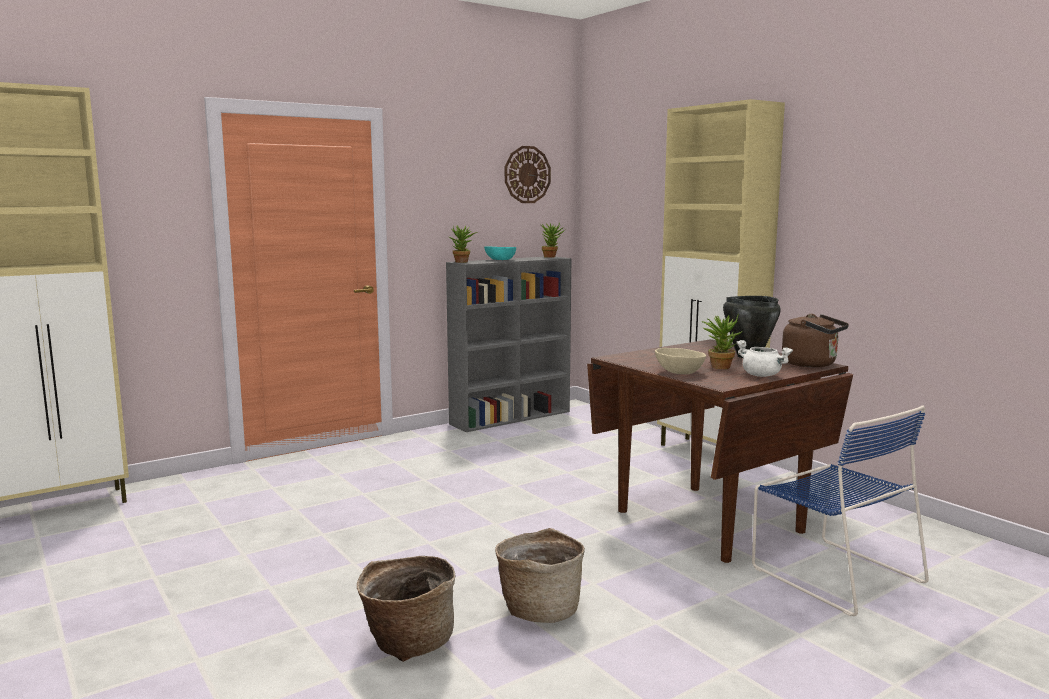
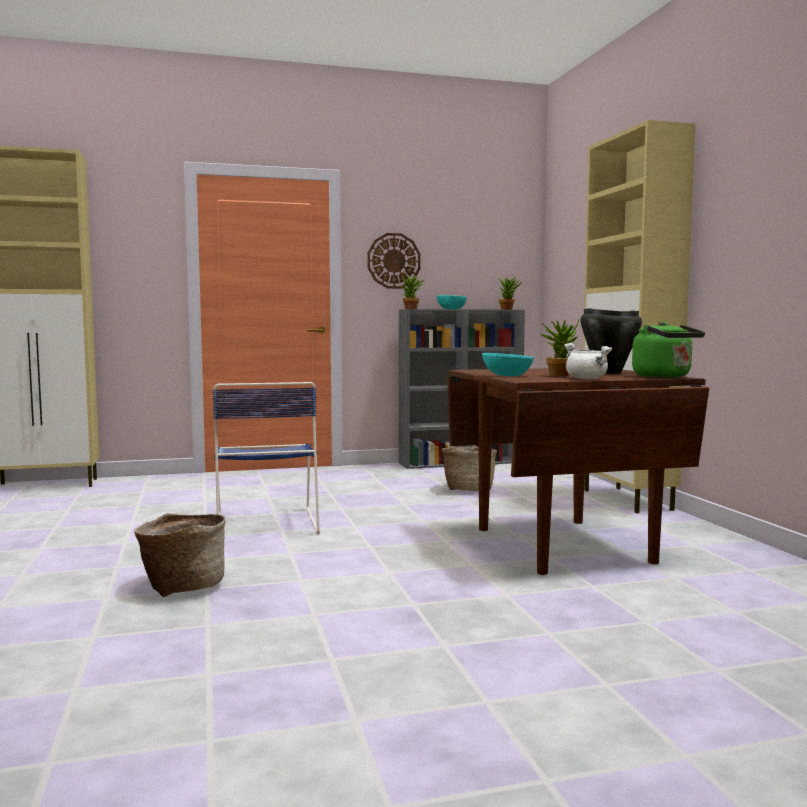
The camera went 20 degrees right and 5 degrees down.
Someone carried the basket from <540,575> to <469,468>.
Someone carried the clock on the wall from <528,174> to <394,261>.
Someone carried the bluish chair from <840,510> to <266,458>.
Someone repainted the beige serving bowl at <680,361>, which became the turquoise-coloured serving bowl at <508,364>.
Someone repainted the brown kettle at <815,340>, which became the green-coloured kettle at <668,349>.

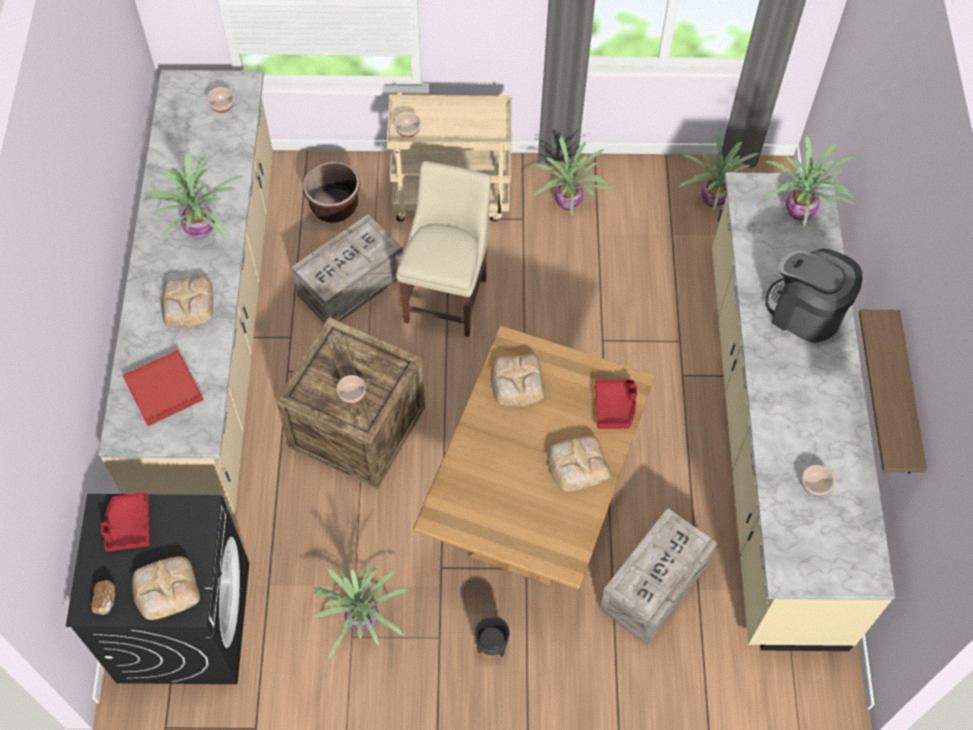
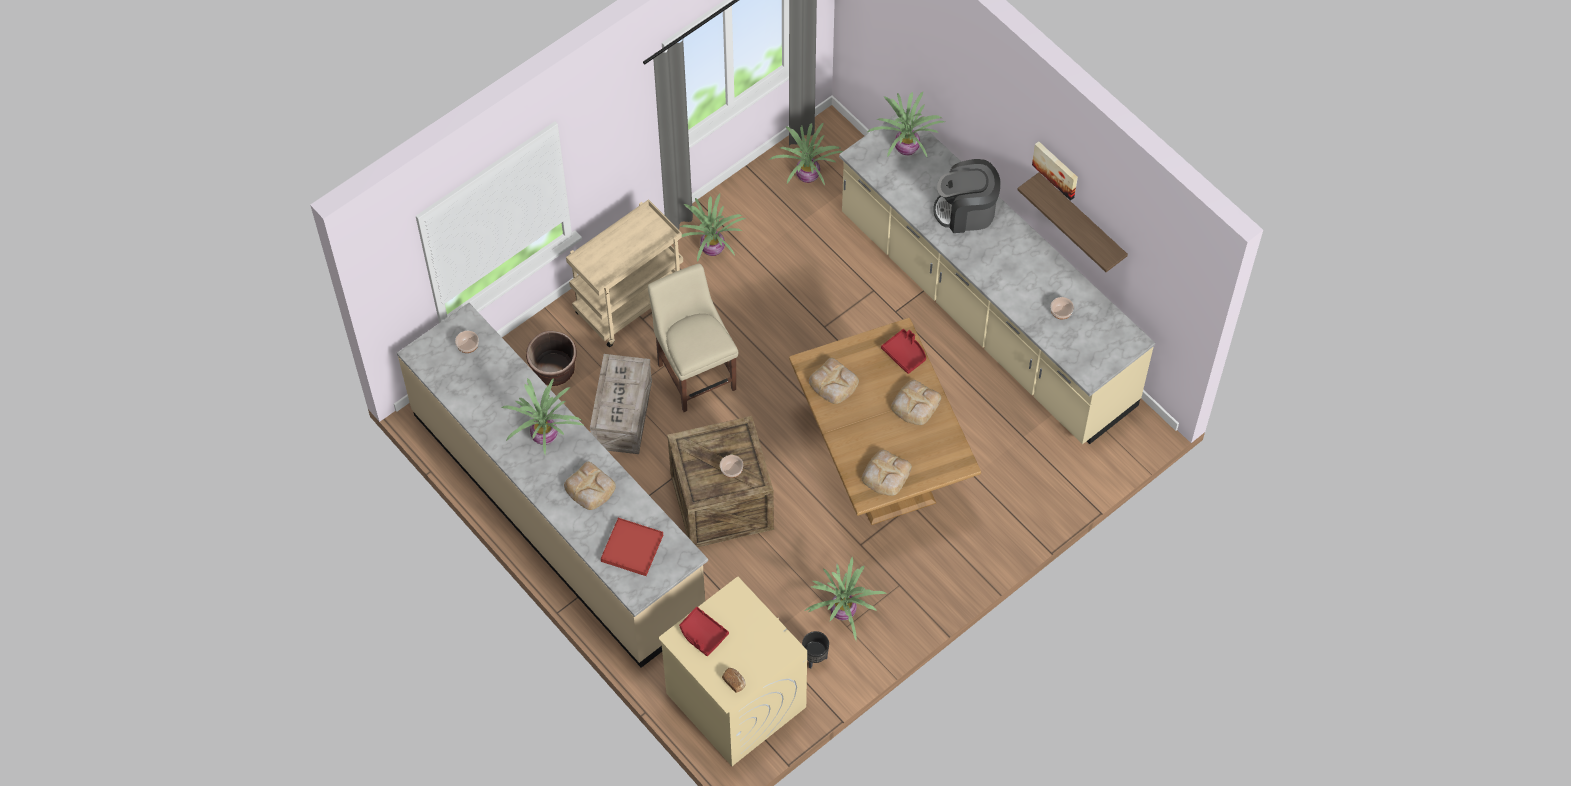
The camera went 40 degrees left and 0 degrees up.
Someone took away the serving bowl at <407,125>.
Someone took away the packing crate at <658,576>.
Someone put up the picture at <1055,171>.
Someone carried the baked bread from <166,588> to <887,473>.
Someone carried the black plant pot from <492,636> to <815,649>.
Someone repainted the black laundry machine at <157,589>, which became the beige laundry machine at <732,671>.

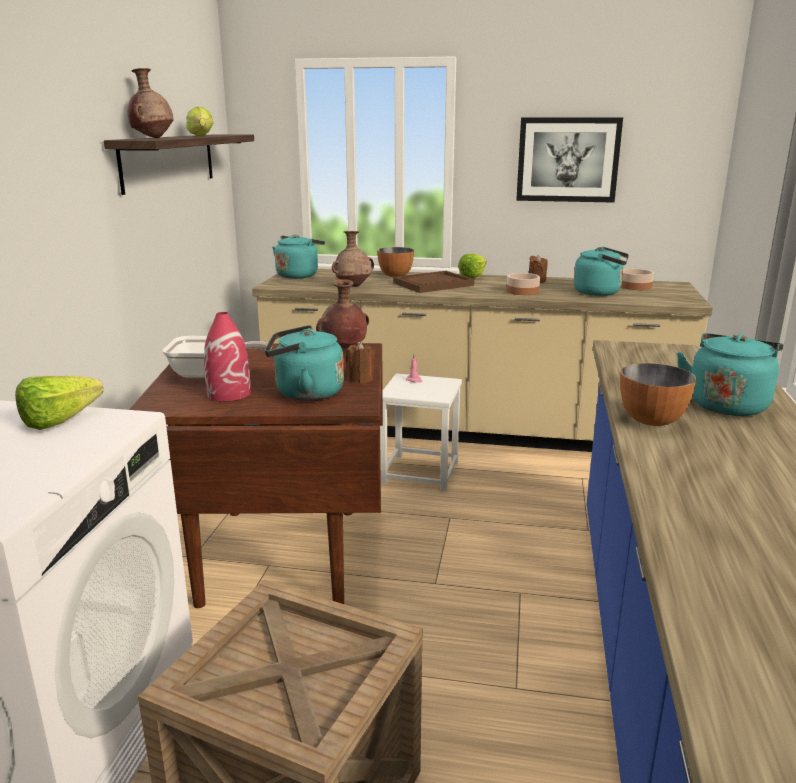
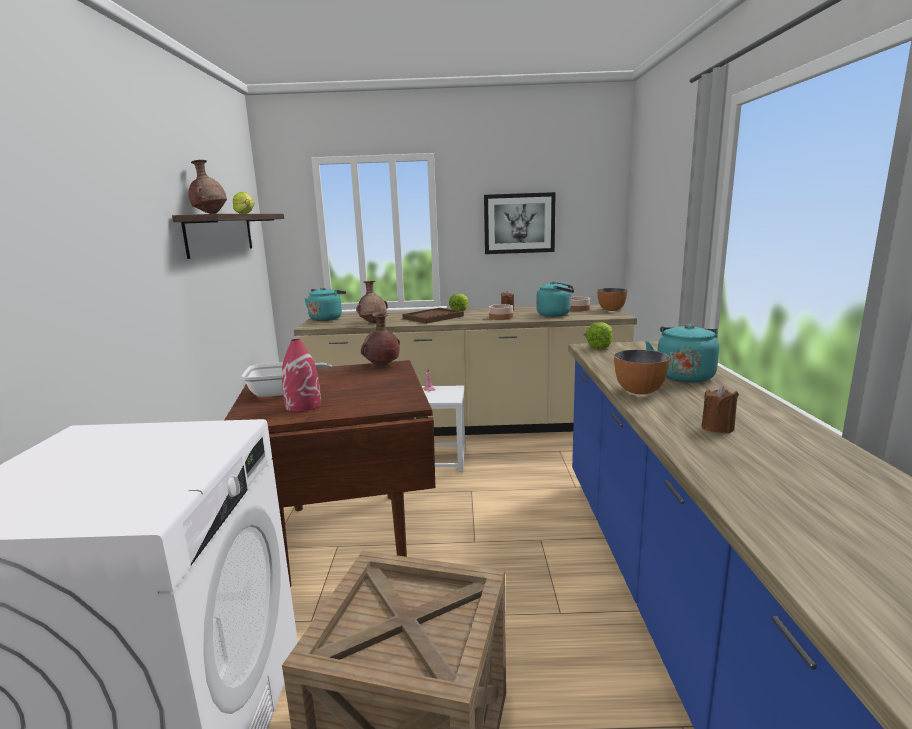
The camera went 10 degrees left and 5 degrees down.
Someone took away the turquoise-coloured kettle at <304,363>.
Someone carried the head of lettuce from <59,403> to <599,335>.
Someone carried the brown wax light from <360,363> to <720,409>.
Someone carried the serving bowl from <395,262> to <612,299>.

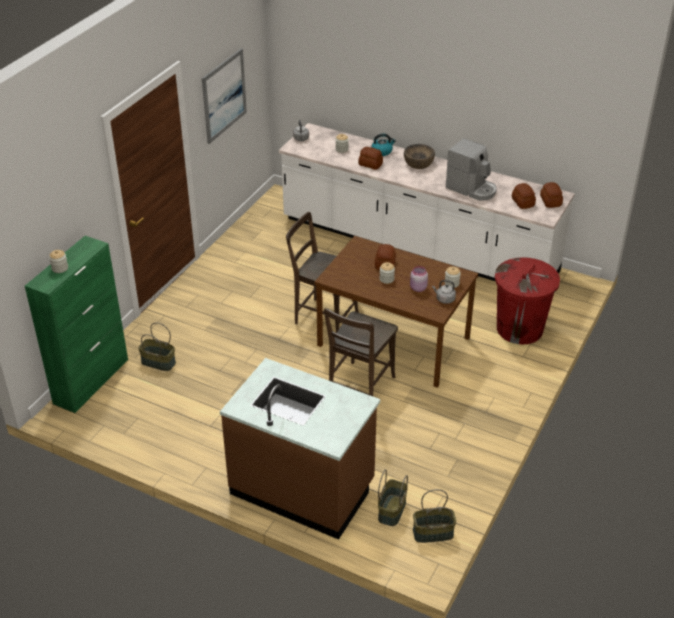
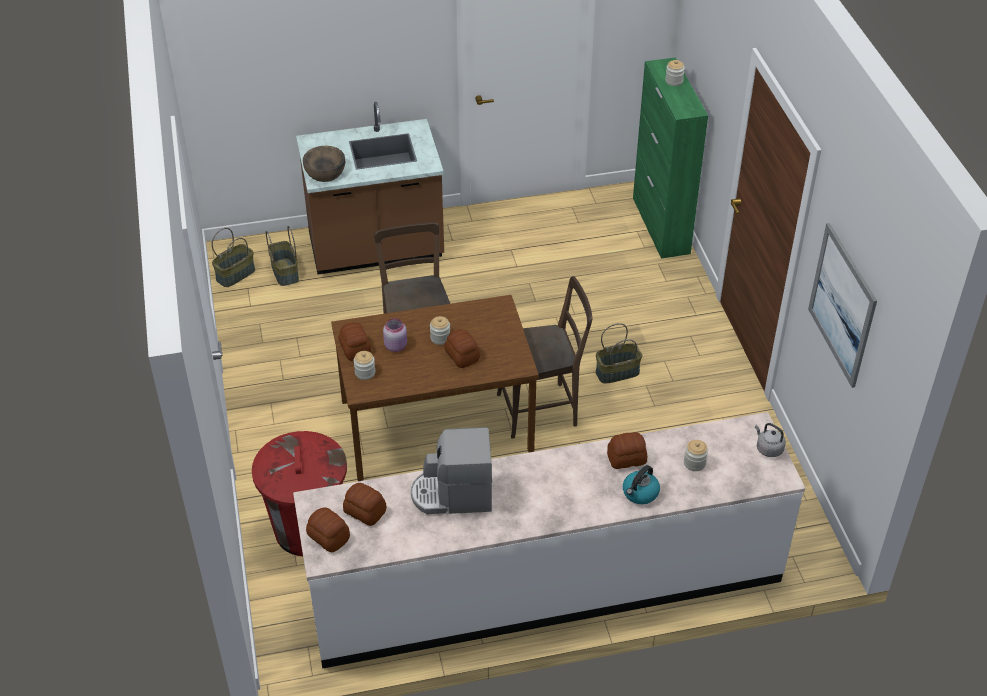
The camera went 140 degrees right and 5 degrees up.
Someone carried the basket from <157,346> to <619,353>.
Someone carried the brown serving bowl from <419,156> to <324,164>.
Someone swapped the grey kettle at <444,292> for the baked bread at <354,341>.

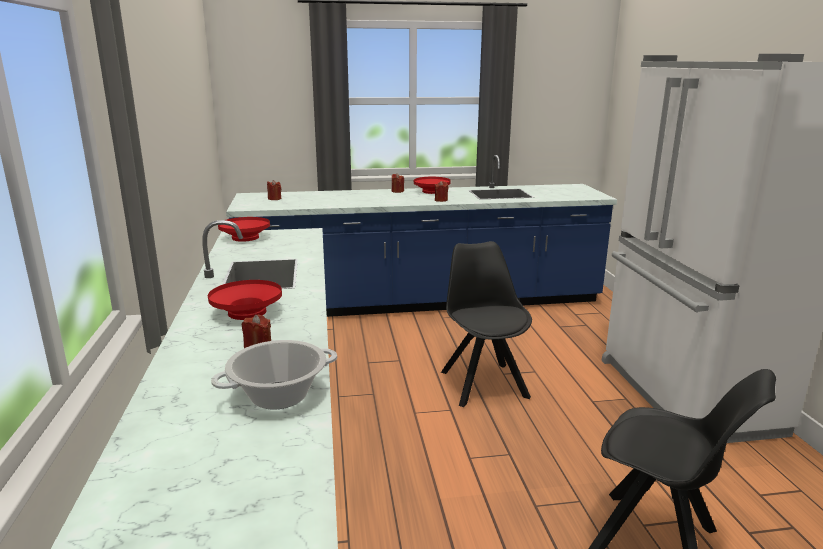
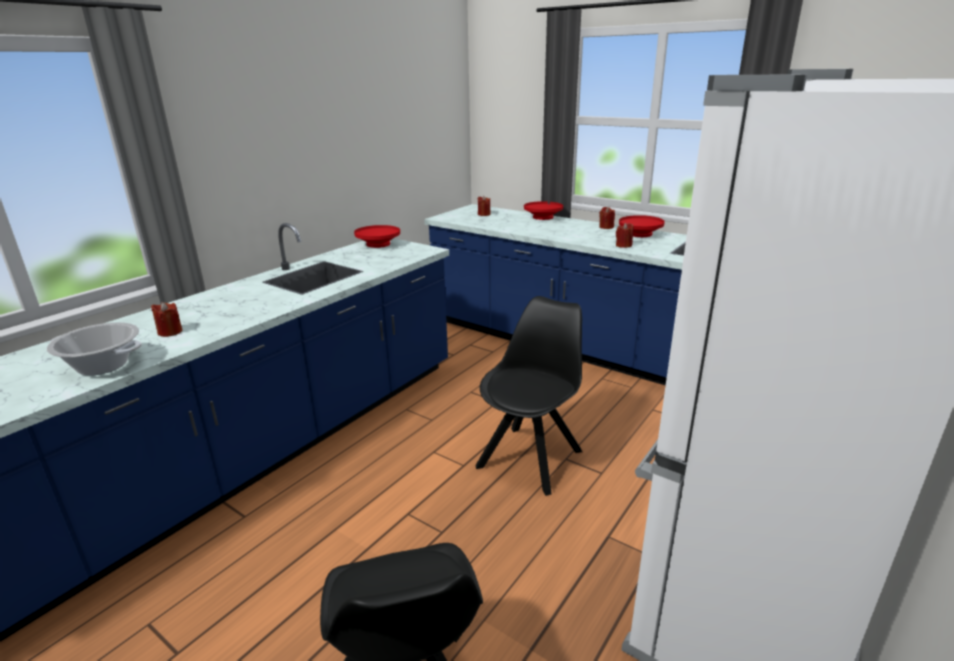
The camera went 45 degrees right and 5 degrees up.
Someone carried the reddish serving bowl from <245,300> to <543,210>.

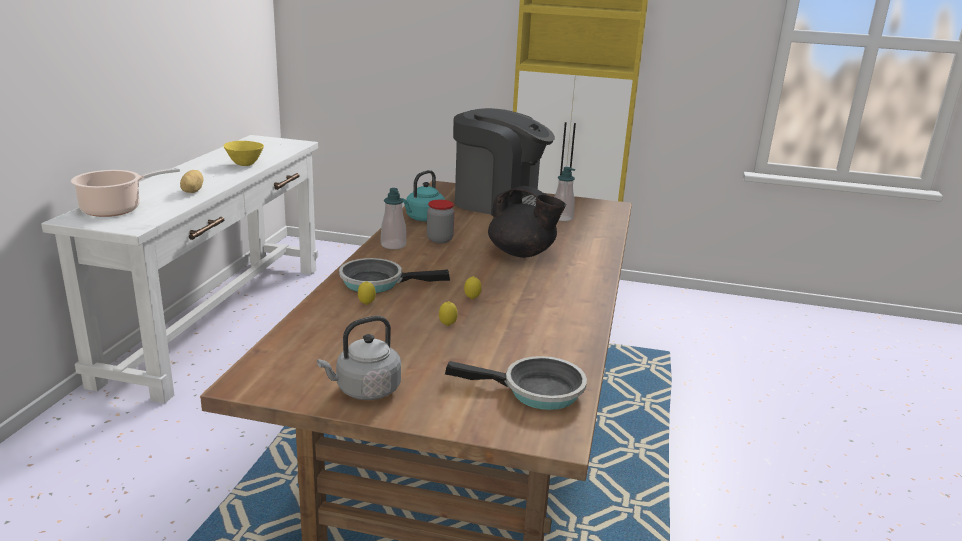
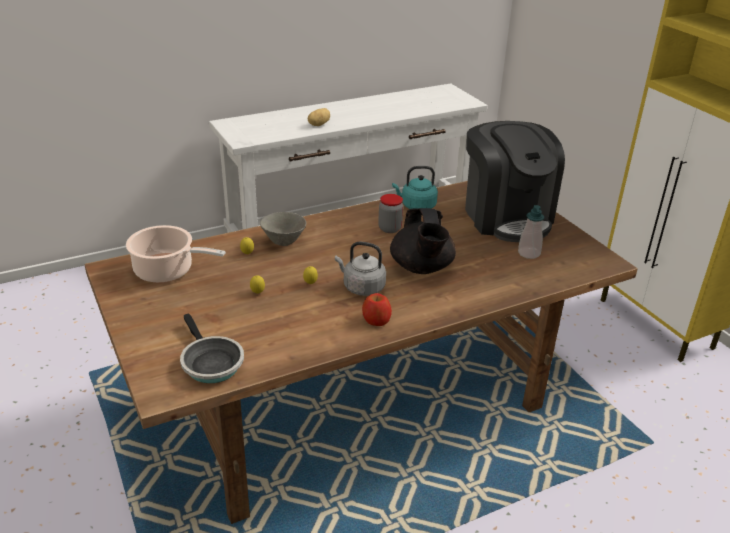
The camera went 50 degrees right and 10 degrees up.
Someone took away the yellow serving bowl at <243,153>.
Someone took away the soap bottle at <393,218>.
Someone put down the apple fruit at <377,309>.
Someone carried the stockpot from <125,192> to <176,254>.
Someone carried the grey kettle from <359,358> to <360,268>.
Someone swapped the pan at <394,275> for the grey serving bowl at <283,229>.

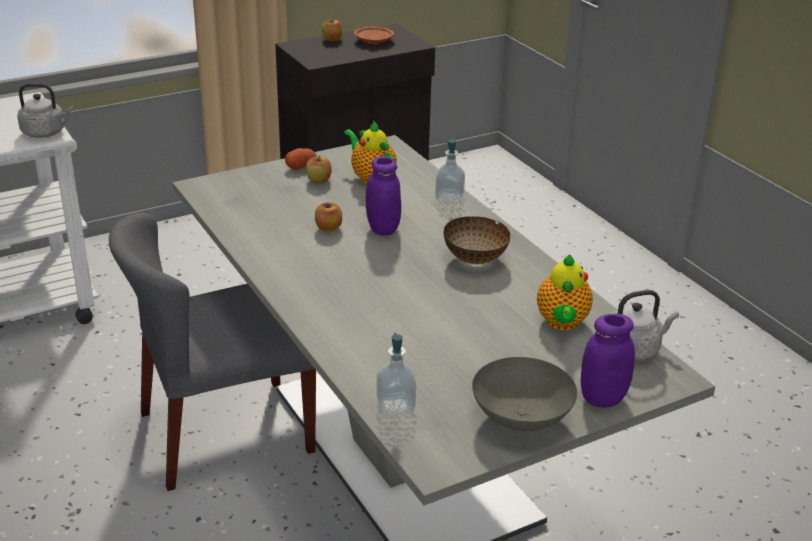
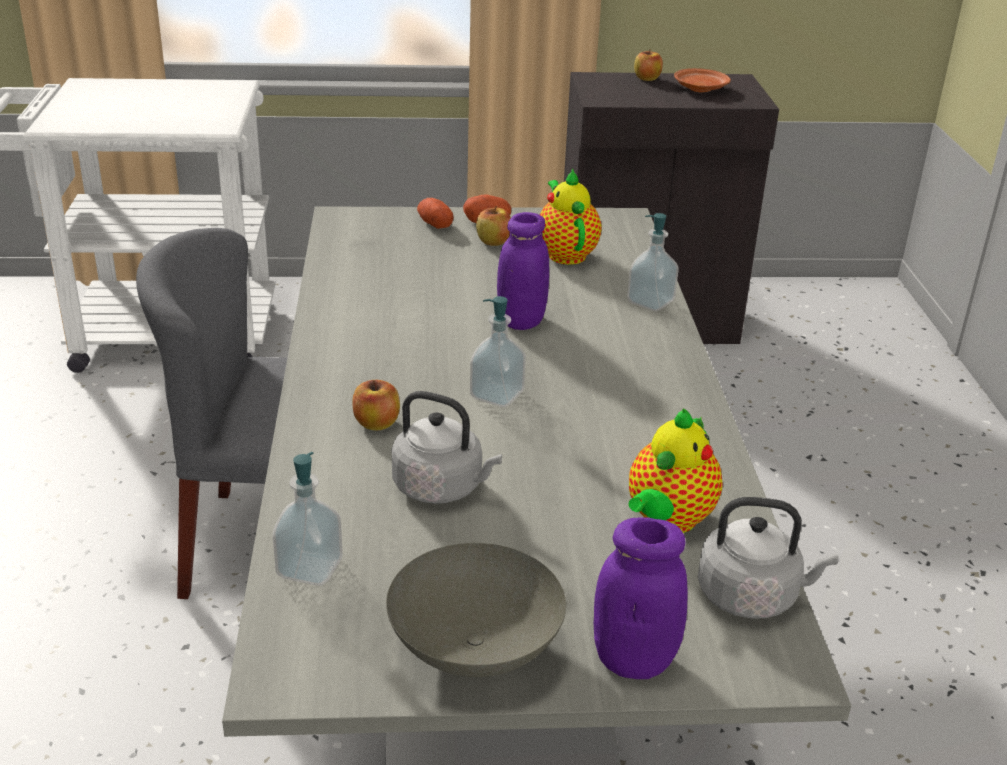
The camera went 25 degrees right and 0 degrees up.
Someone took away the serving bowl at <477,240>.
Someone put down the spud at <435,213>.
Someone put down the soap bottle at <498,351>.
Someone carried the grey kettle from <45,110> to <447,447>.
Someone carried the apple fruit from <328,217> to <376,405>.

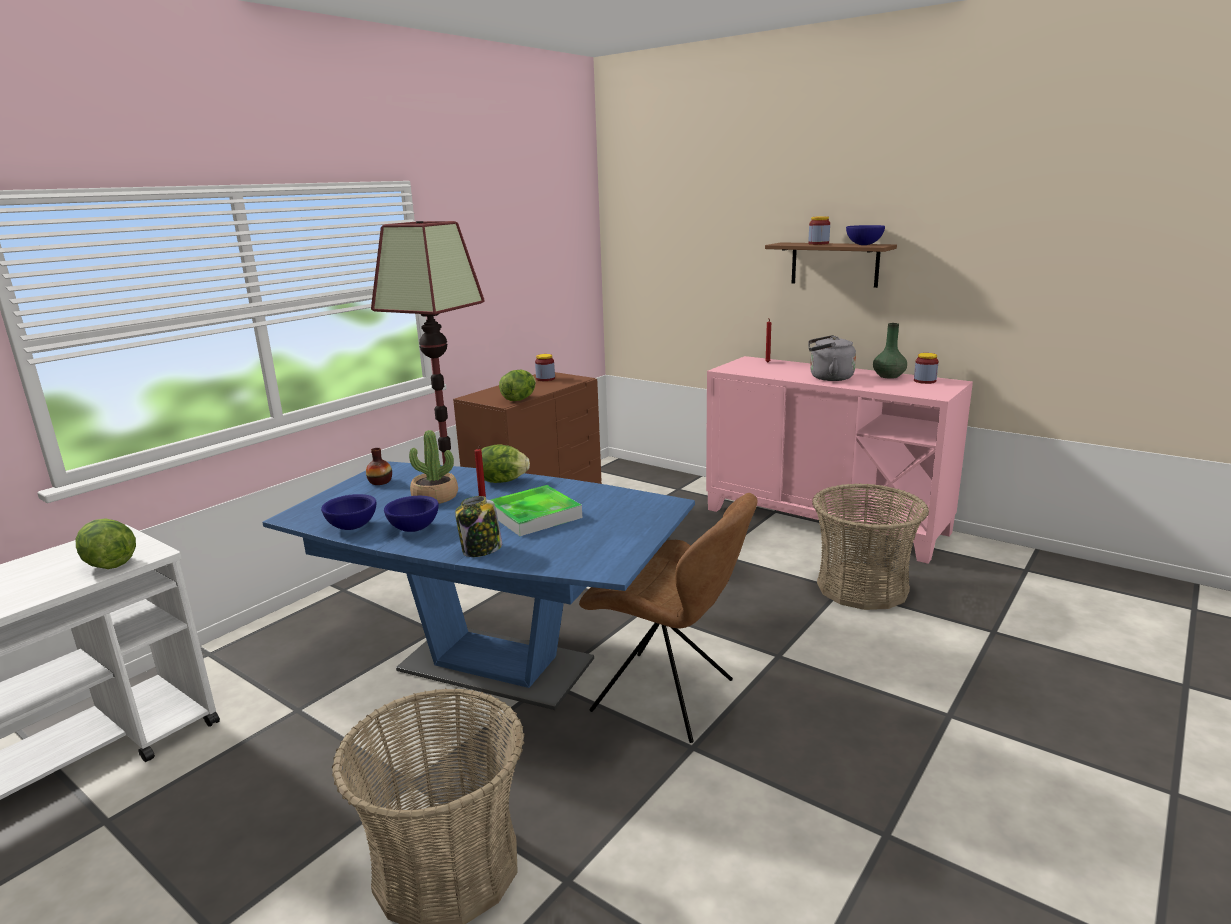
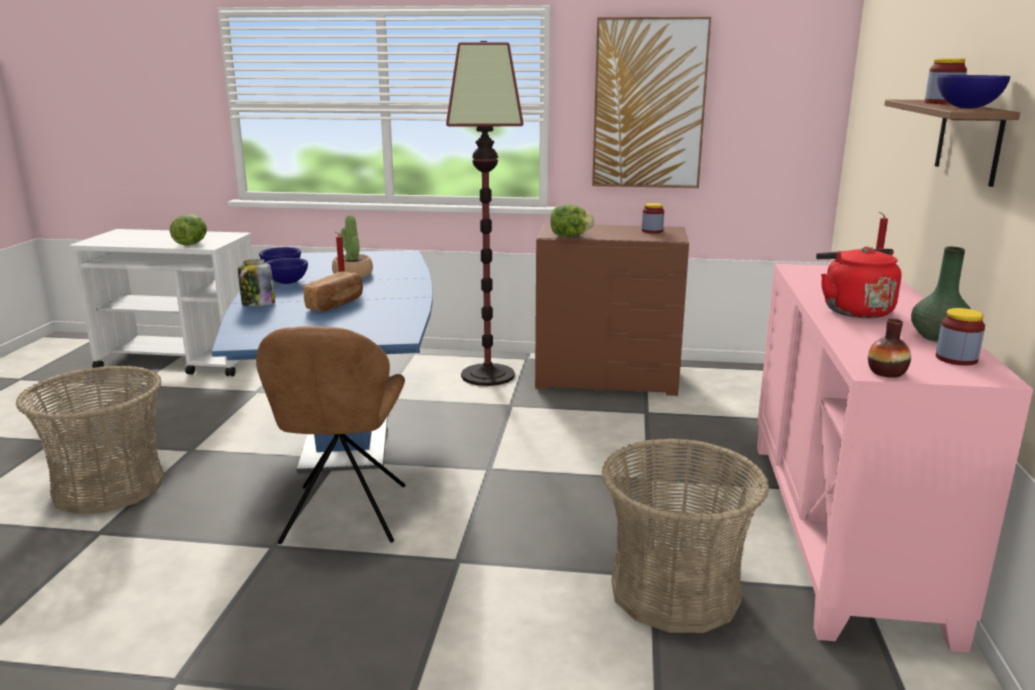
The camera went 60 degrees right and 0 degrees up.
Someone took away the head of lettuce at <505,463>.
Someone put up the picture at <651,102>.
Someone carried the flower vase from <379,466> to <889,348>.
Someone swapped the tray at <536,510> for the baked bread at <333,291>.
Someone repainted the grey kettle at <832,358>, which became the reddish kettle at <858,282>.

